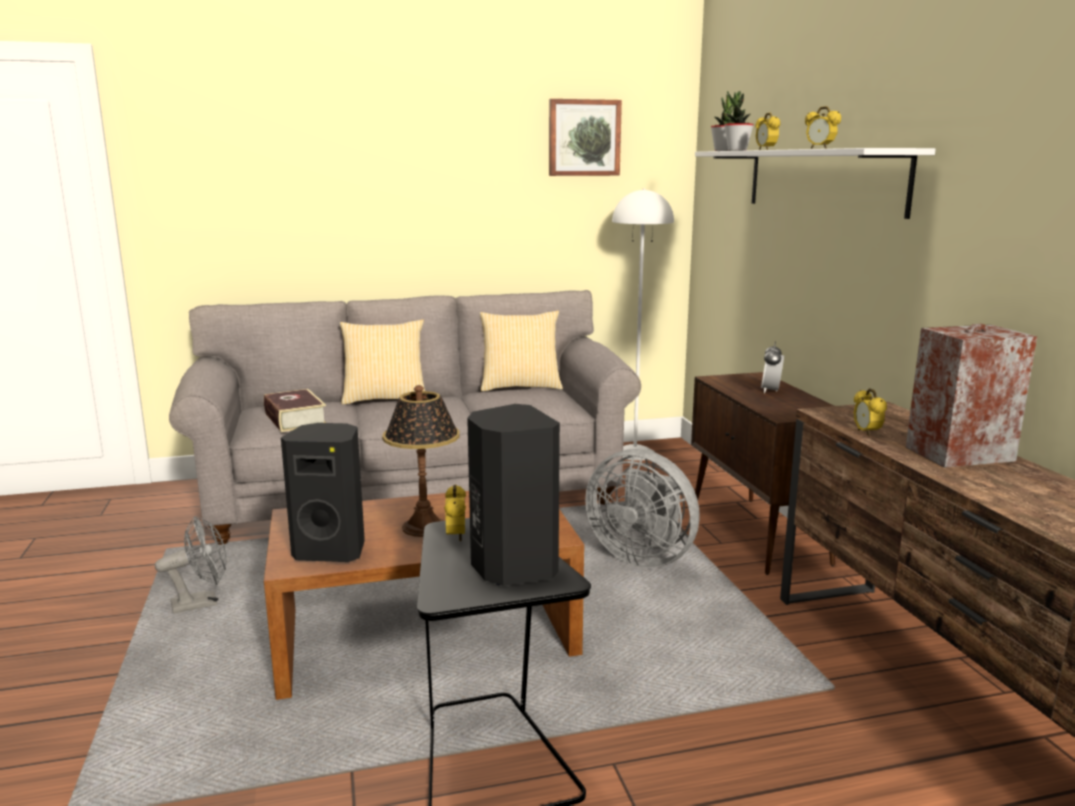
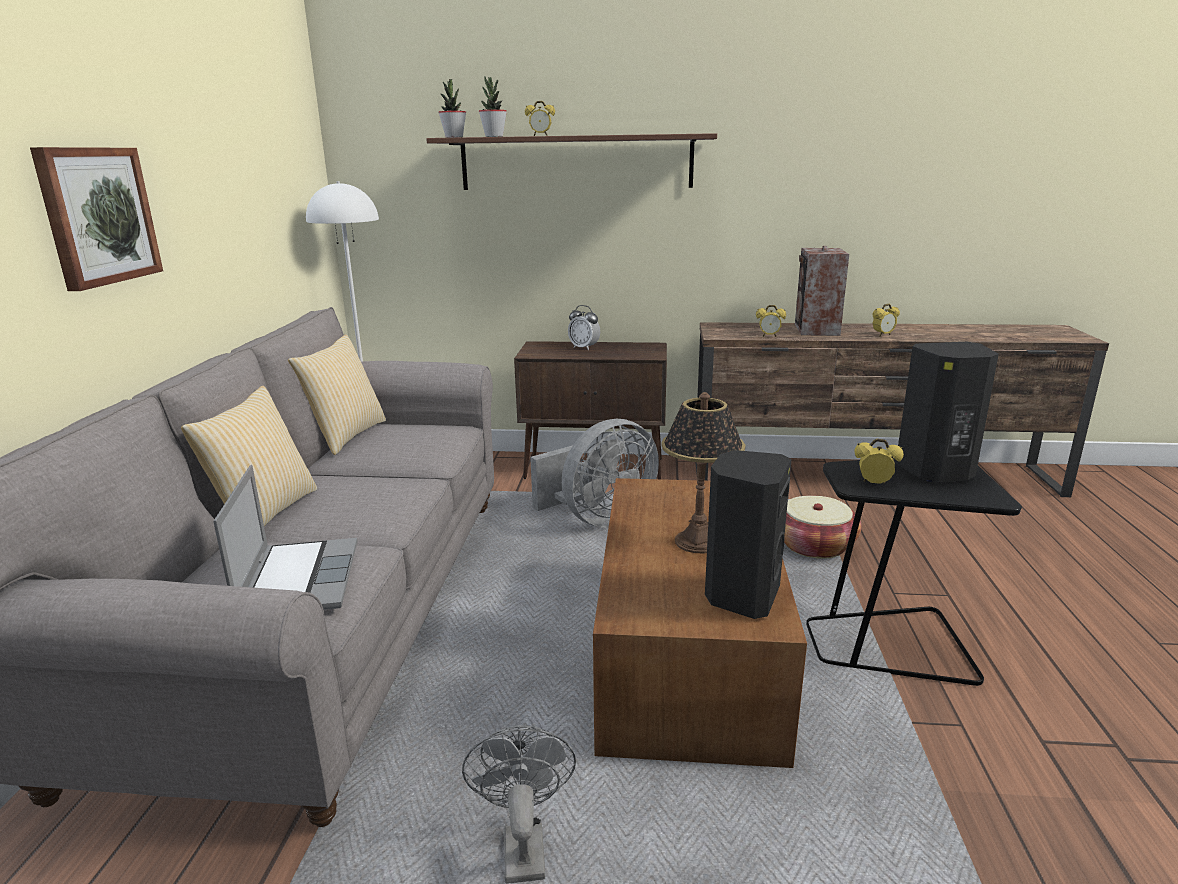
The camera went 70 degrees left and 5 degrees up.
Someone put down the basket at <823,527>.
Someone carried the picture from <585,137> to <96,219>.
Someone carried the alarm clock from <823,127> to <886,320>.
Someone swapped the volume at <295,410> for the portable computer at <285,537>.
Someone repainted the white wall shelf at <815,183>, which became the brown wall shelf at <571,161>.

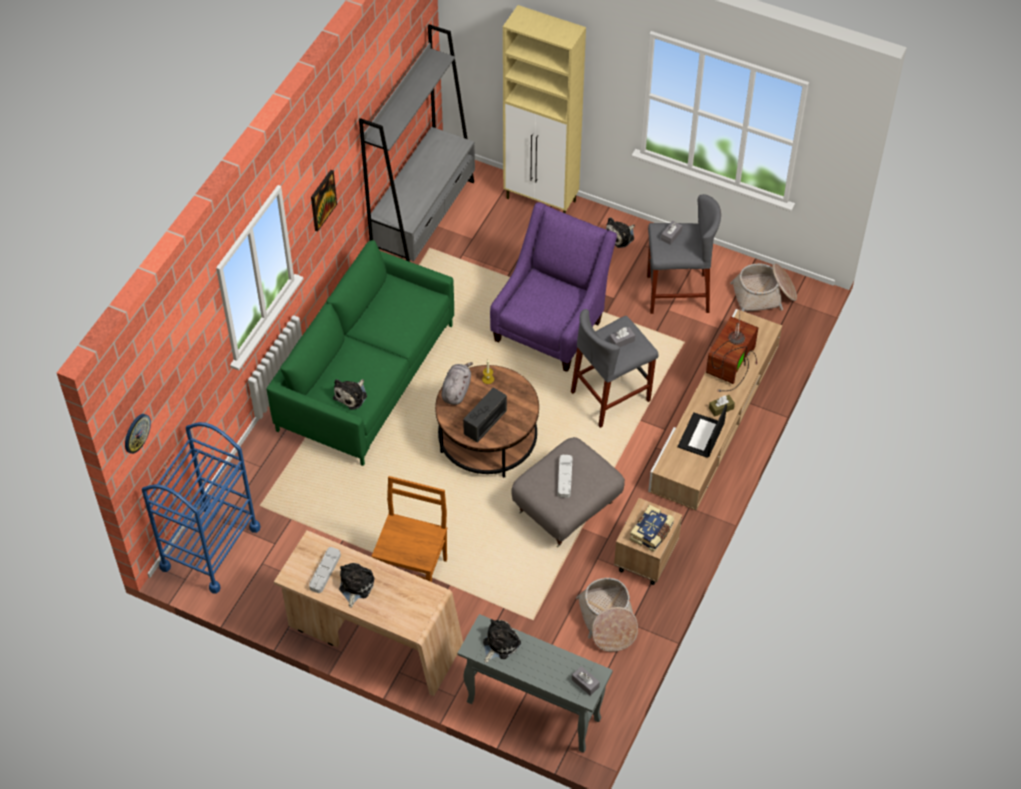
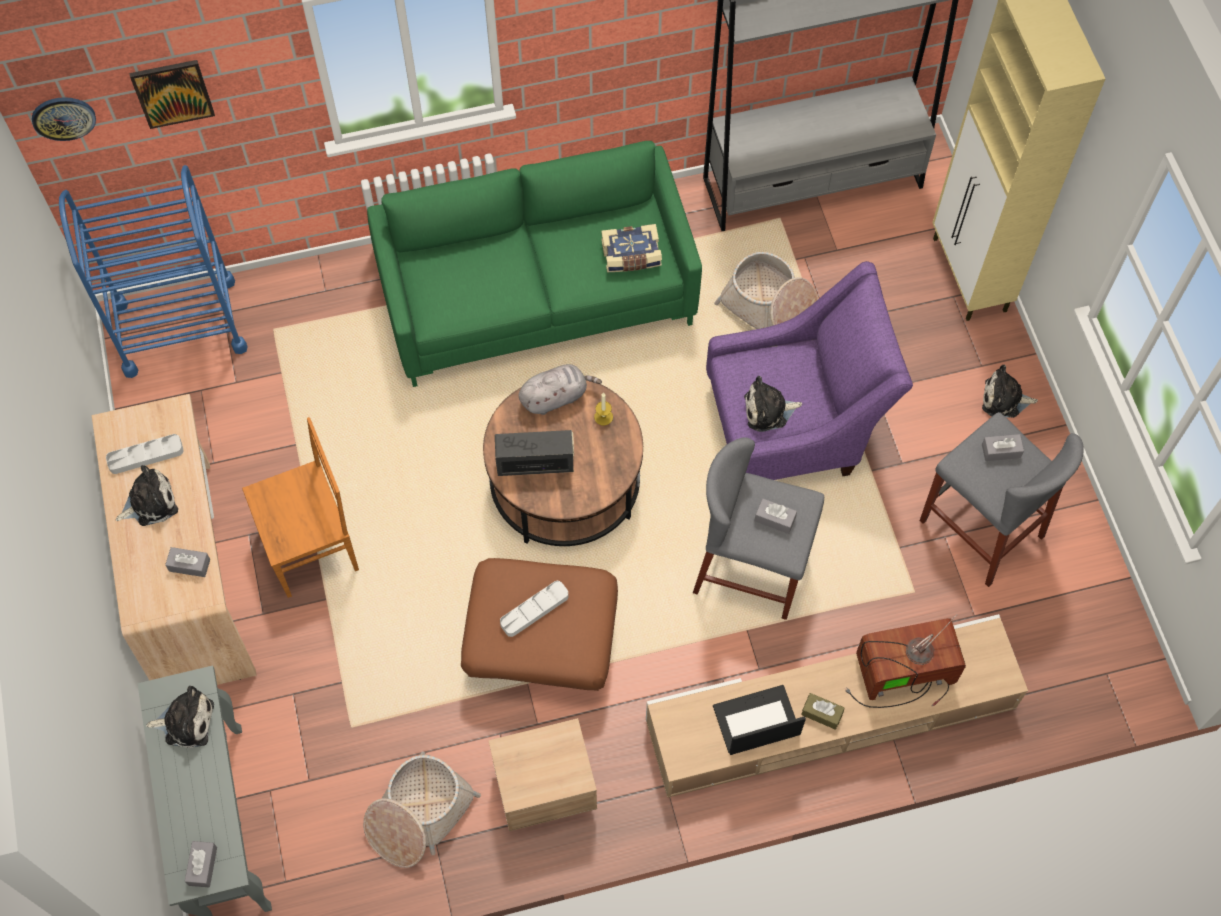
The camera went 50 degrees right and 10 degrees up.
Someone put down the grey tissue holder at <187,562>.
Someone carried the picture from <324,201> to <172,94>.
Someone carried the cuddly toy from <350,394> to <773,404>.
Someone carried the volume from <652,528> to <631,248>.
Someone carried the basket from <763,287> to <766,290>.
Someone repainted the grey ottoman at <568,492>, which became the brown ottoman at <539,624>.

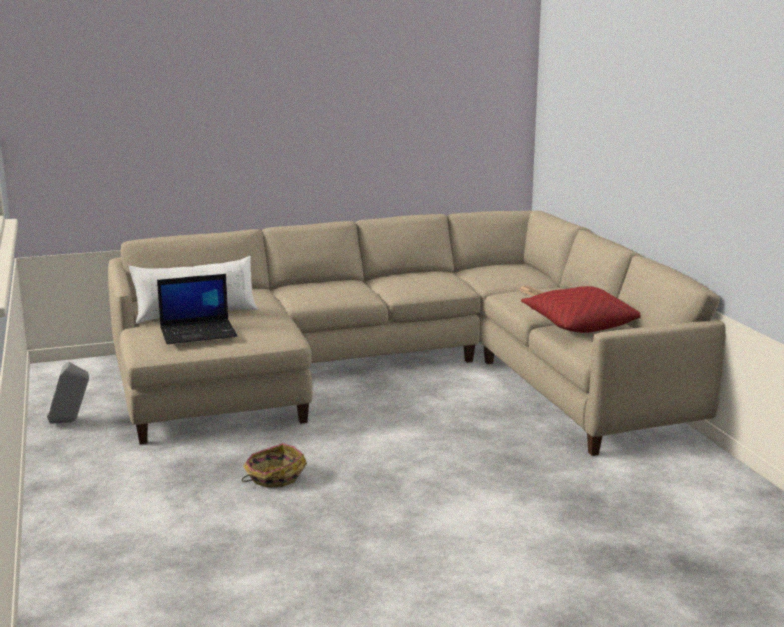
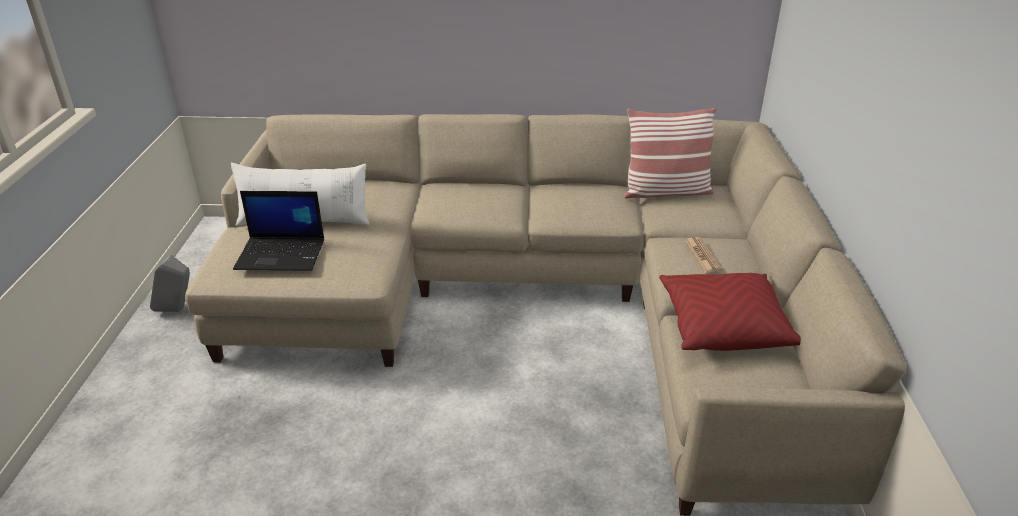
The camera went 20 degrees right and 15 degrees up.
Someone took away the basket at <274,465>.
Someone put down the cushion at <670,152>.

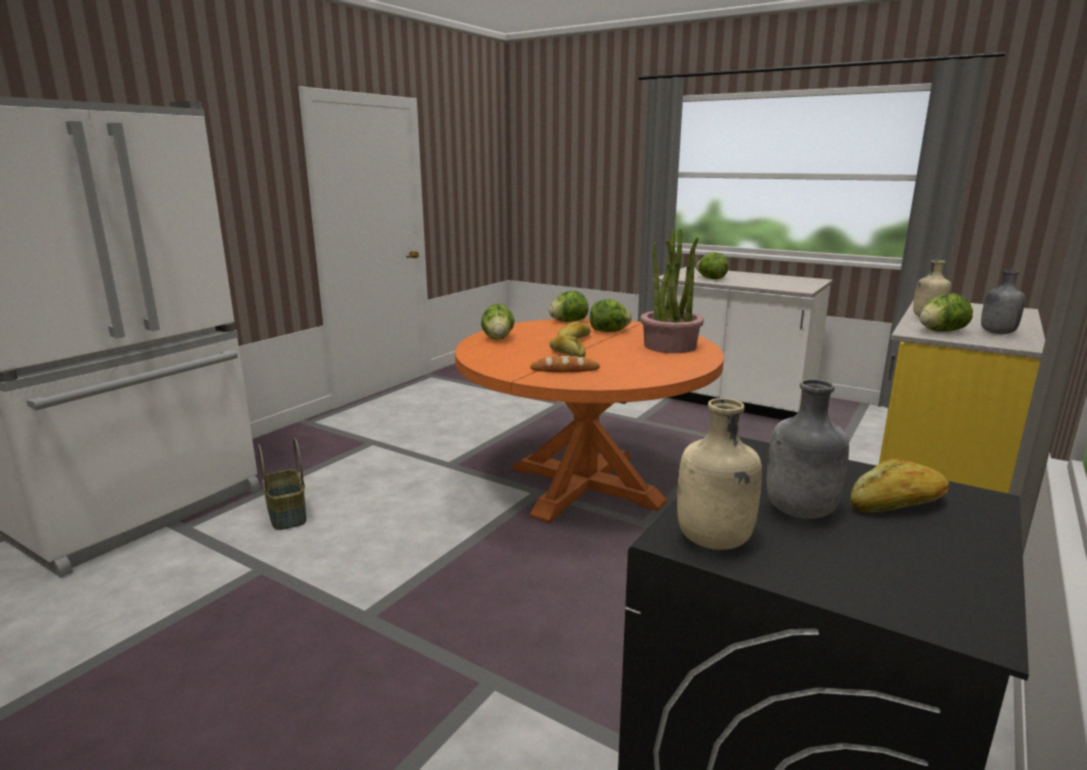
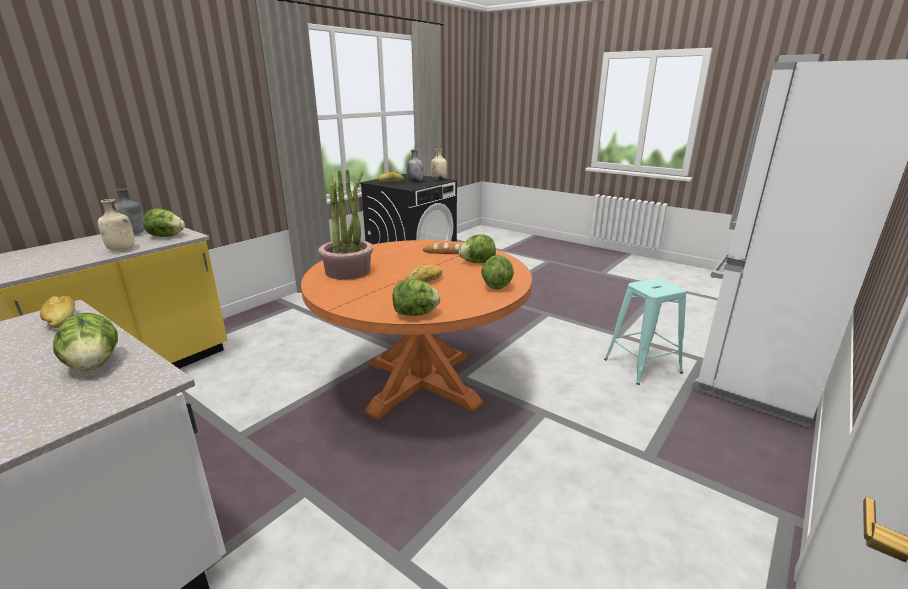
The camera went 175 degrees left and 5 degrees up.
Someone carried the baked bread from <567,346> to <57,312>.
Someone carried the head of lettuce from <611,315> to <477,248>.
Someone swapped the basket at <282,484> for the turquoise-coloured stool seat at <645,331>.

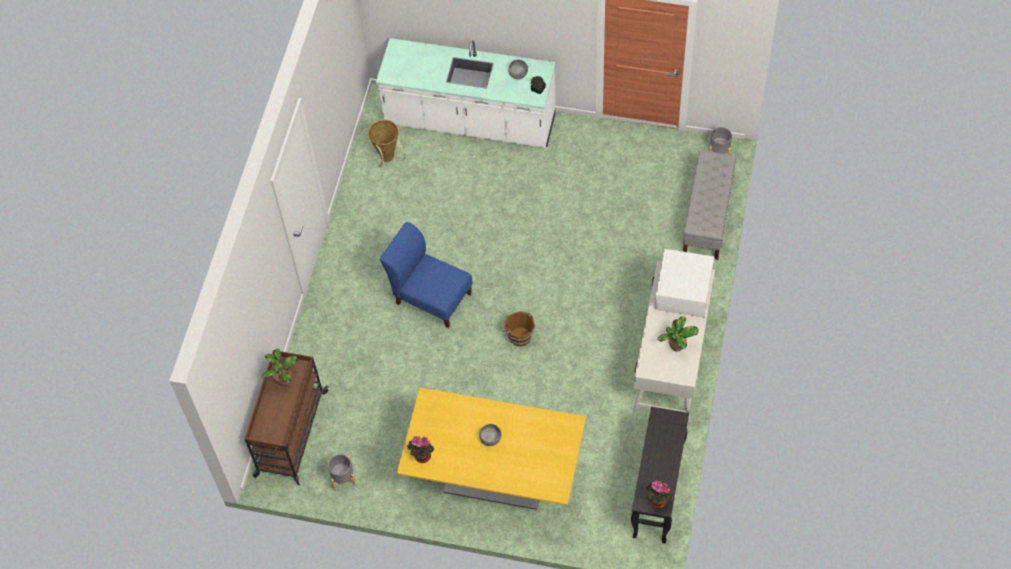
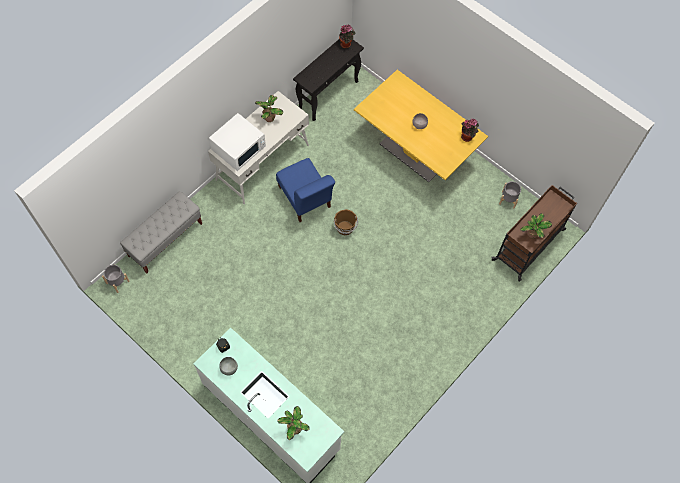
The camera went 155 degrees left and 5 degrees up.
Someone took away the basket at <386,143>.
Someone put down the potted plant at <293,423>.
Someone carried the bluish chair from <426,275> to <305,190>.

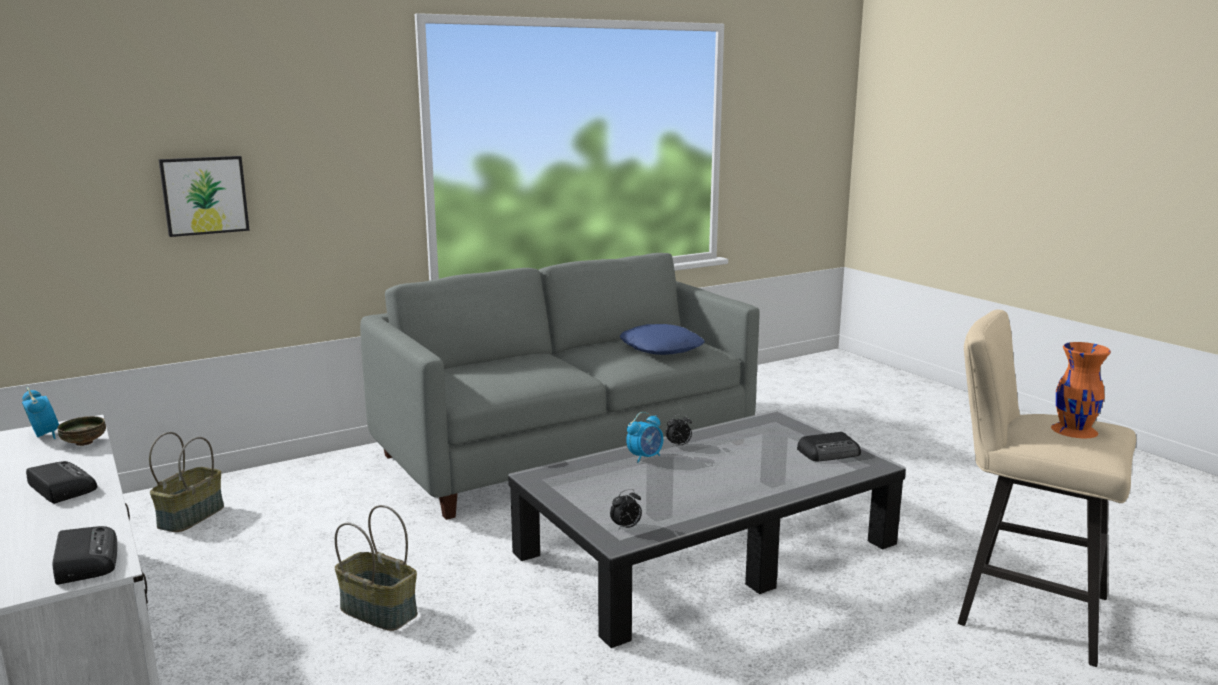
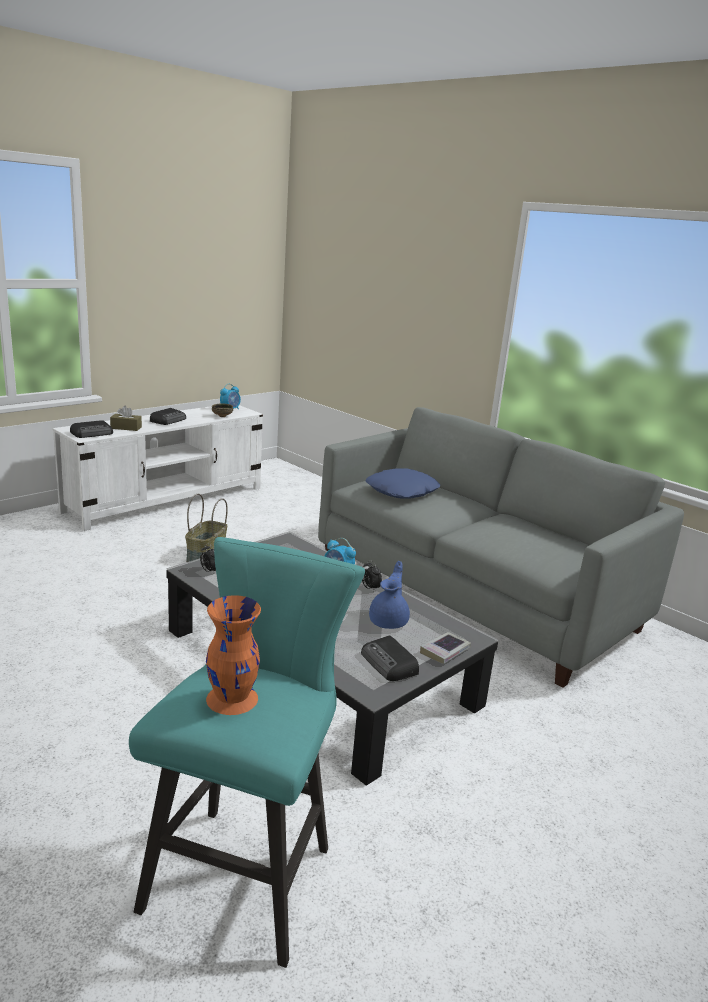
The camera went 75 degrees right and 5 degrees up.
Someone took away the basket at <186,482>.
Someone took away the picture at <204,196>.
Someone put down the brown tissue holder at <126,418>.
Someone put down the bluish teapot at <389,595>.
Someone put down the volume at <445,648>.
Someone carried the bluish cushion from <662,339> to <402,484>.
Someone repainted the beige stool seat at <1047,488>, which became the turquoise-coloured stool seat at <247,752>.

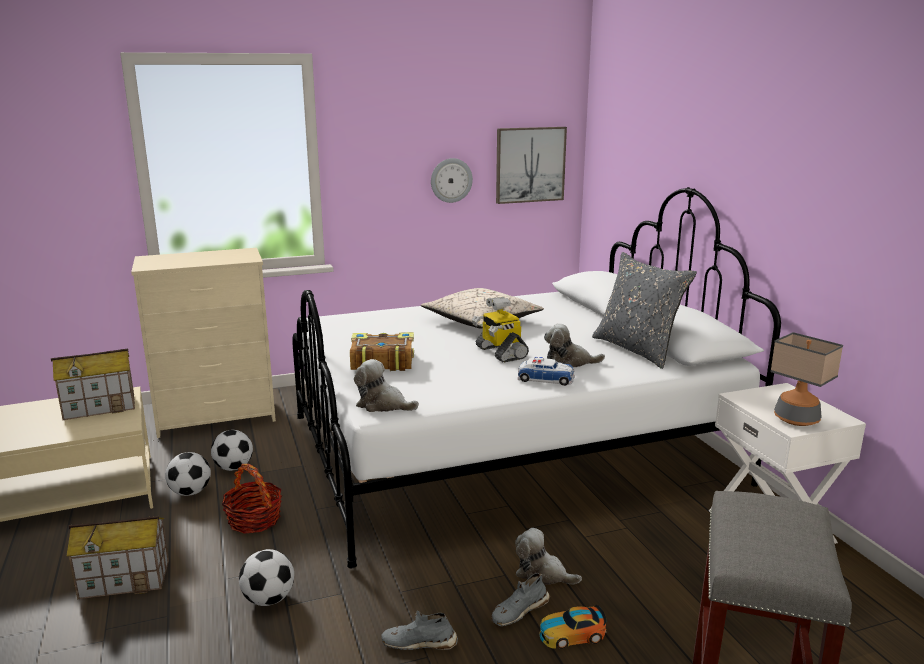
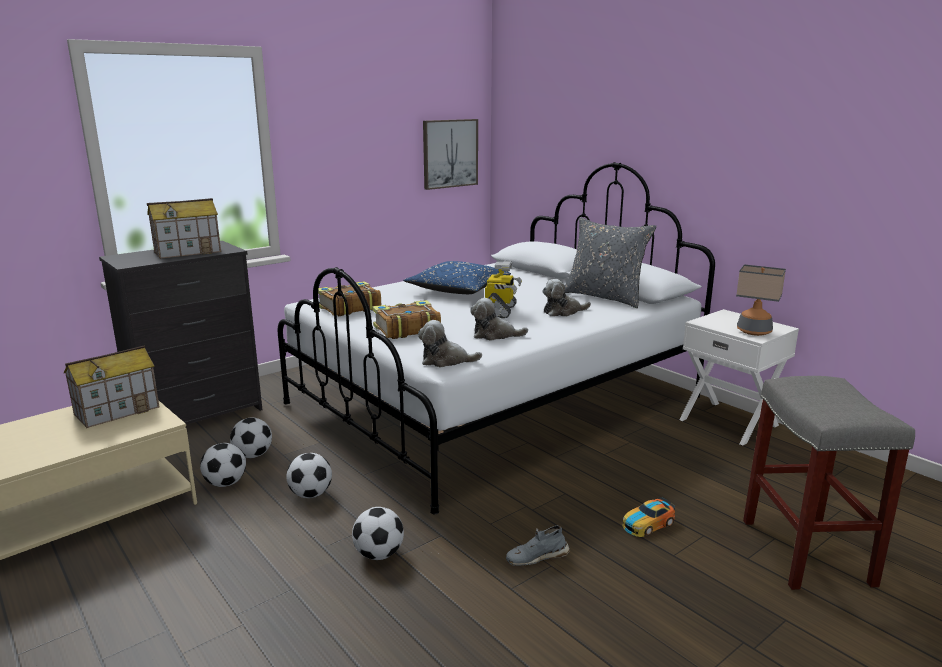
The camera went 20 degrees left and 0 degrees up.
Someone took away the clock on the wall at <452,180>.
Someone took away the grey low shoe at <520,599>.
Someone took away the miniature car at <546,371>.
Someone put down the volume at <349,298>.
Someone carried the model house from <118,557> to <184,228>.
Someone carried the cuddly toy from <548,556> to <499,319>.
Someone swapped the basket at <252,499> for the football ball at <309,475>.
Someone repainted the beige dresser at <203,343>, which became the black dresser at <180,332>.
Someone repainted the beige cushion at <482,308>, which became the bluish cushion at <457,277>.
Someone rotated the toy robot at <500,330> by 120 degrees counterclockwise.

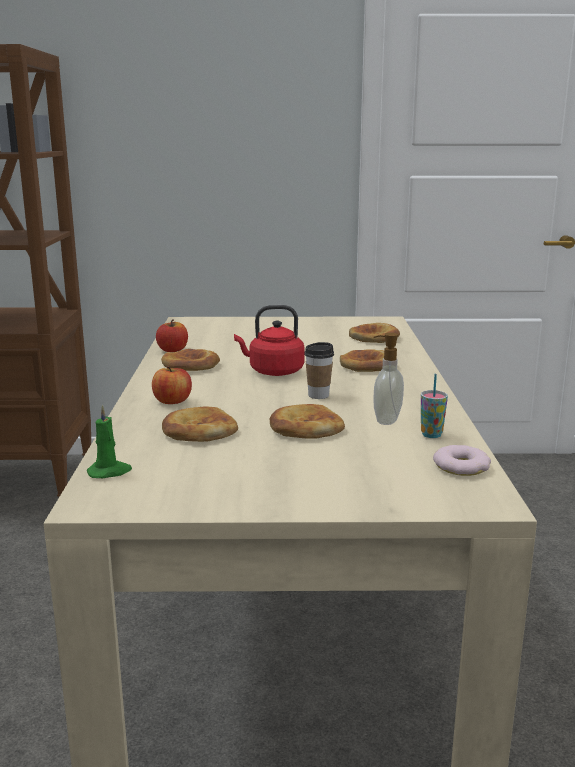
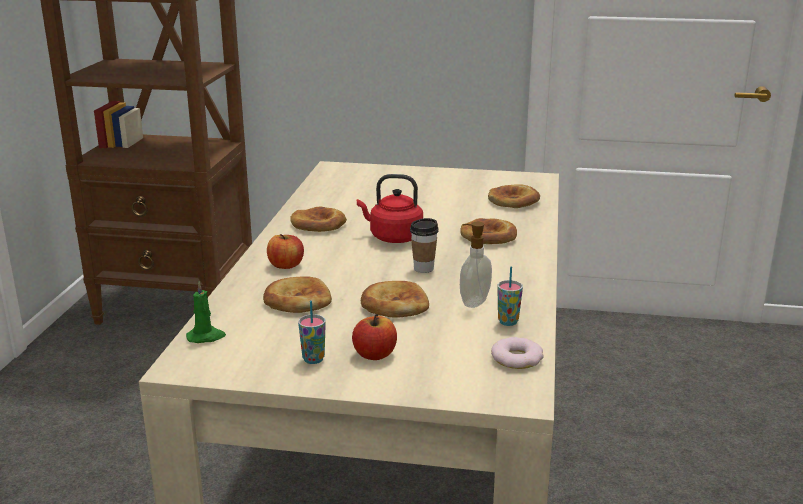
The camera went 10 degrees right and 5 degrees up.
Someone put down the drinking cup at <312,332>.
Someone carried the apple fruit from <172,335> to <374,337>.

